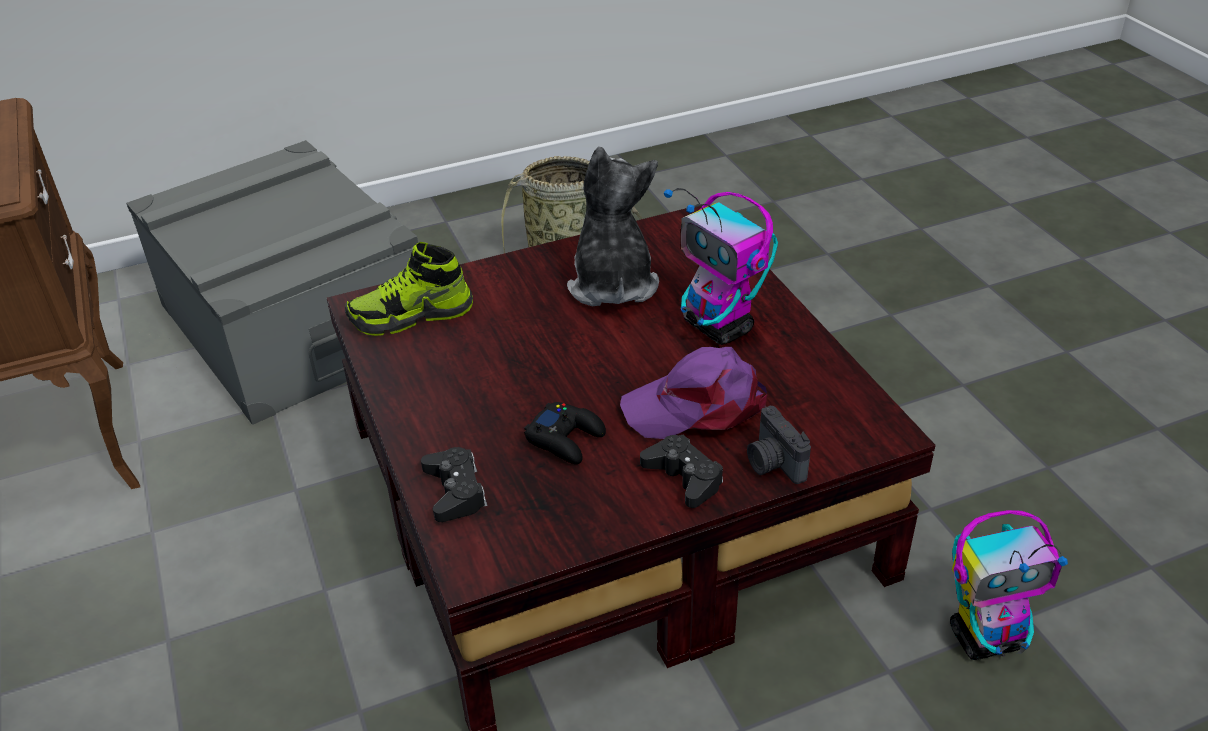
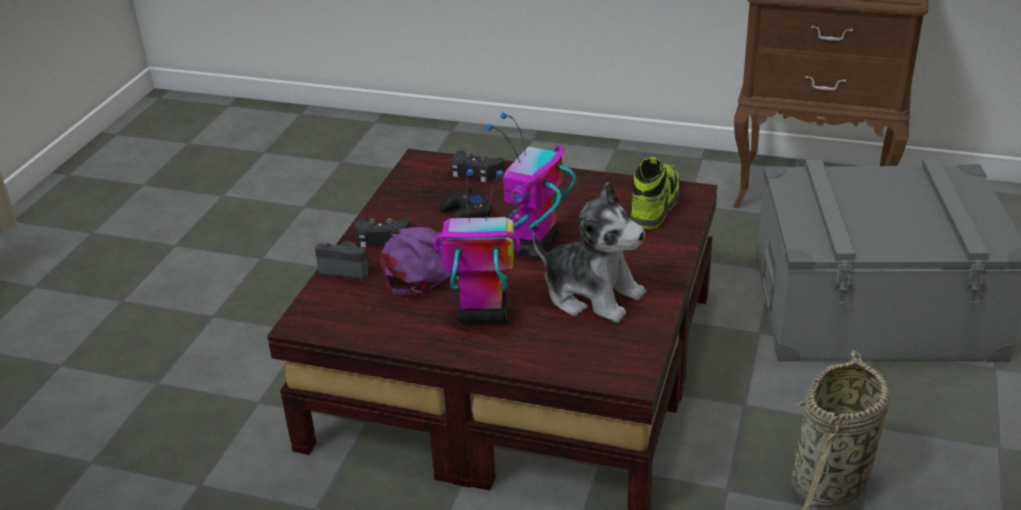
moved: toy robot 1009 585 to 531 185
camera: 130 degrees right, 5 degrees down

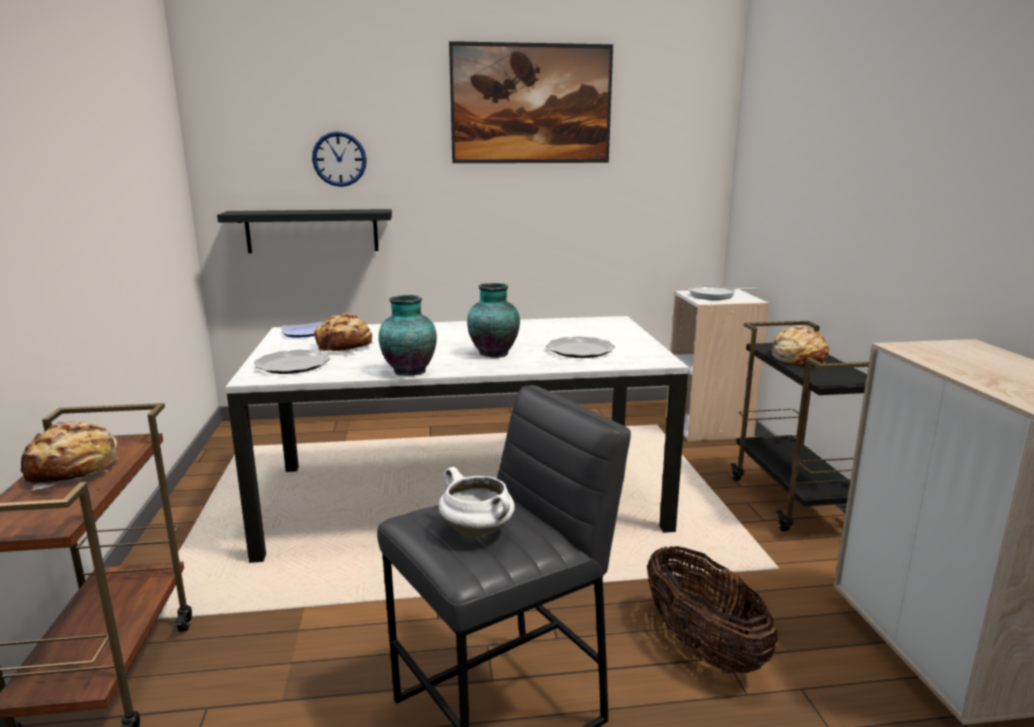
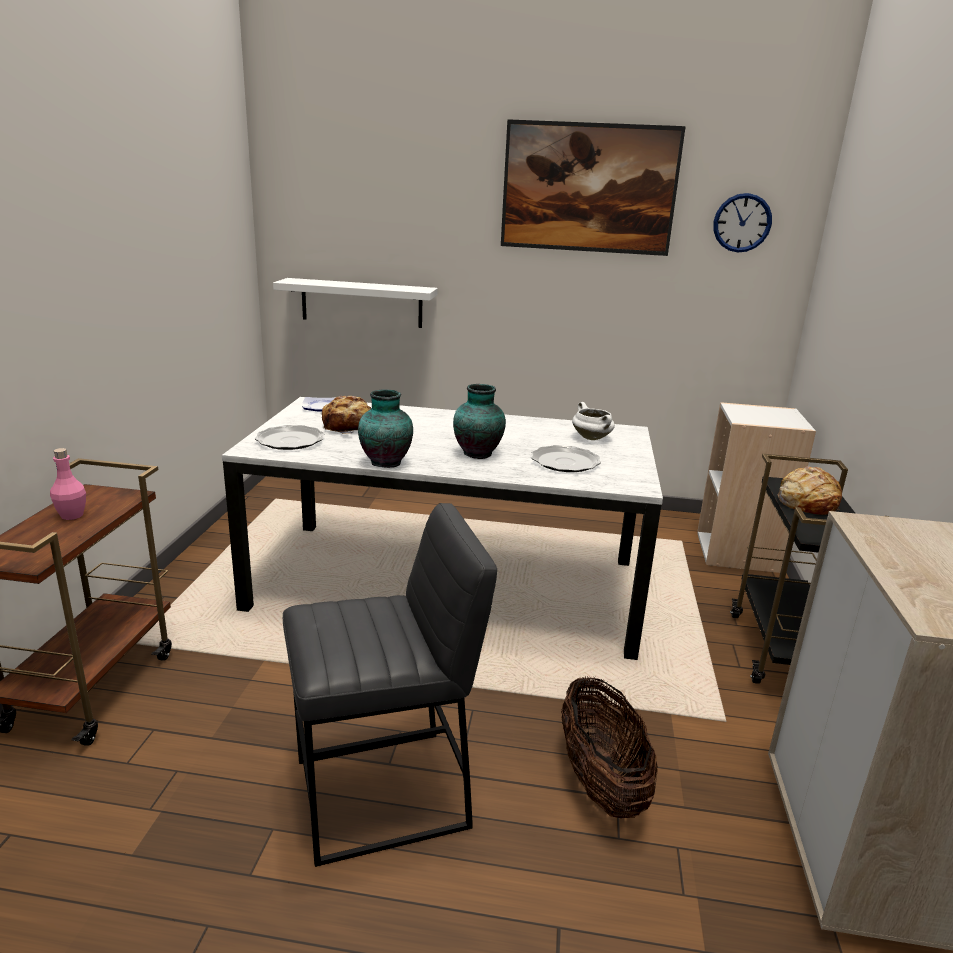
removed: frying pan 723 293
moved: cooking pot (whitish) 477 502 to 593 421; hanging clock 339 159 to 742 222
replaced: baked bread 70 455 to bottle (pink-coloured) 68 484
recoloured: bracket shelf (blackish) 304 231 to bracket shelf (whitish) 355 303
camera: 15 degrees right, 5 degrees up

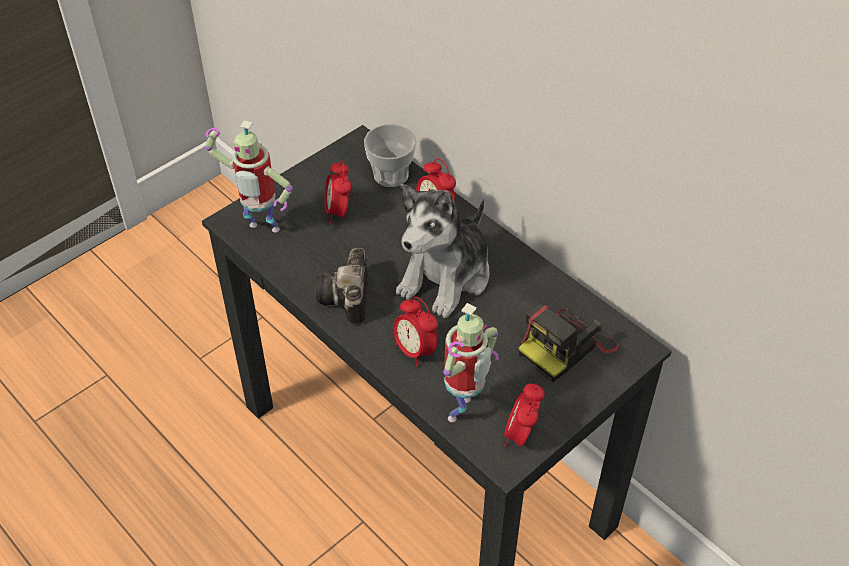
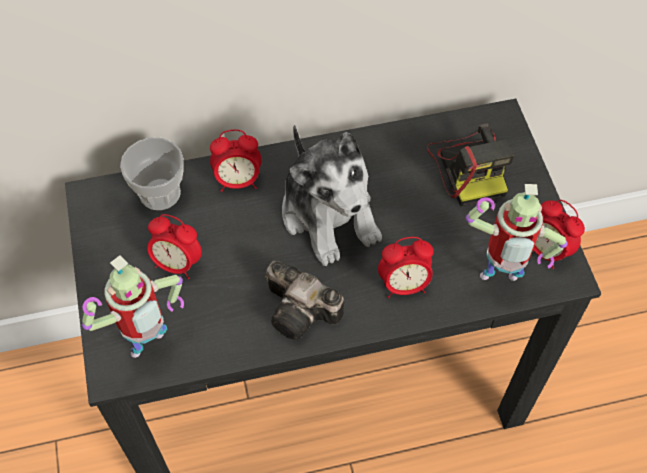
turned: toy robot 471 362 = 516 232 120 degrees clockwise
camera: 60 degrees left, 10 degrees up

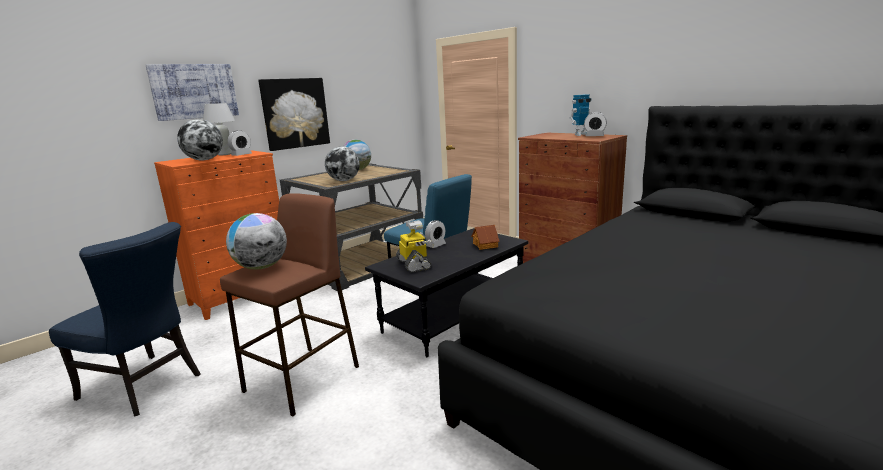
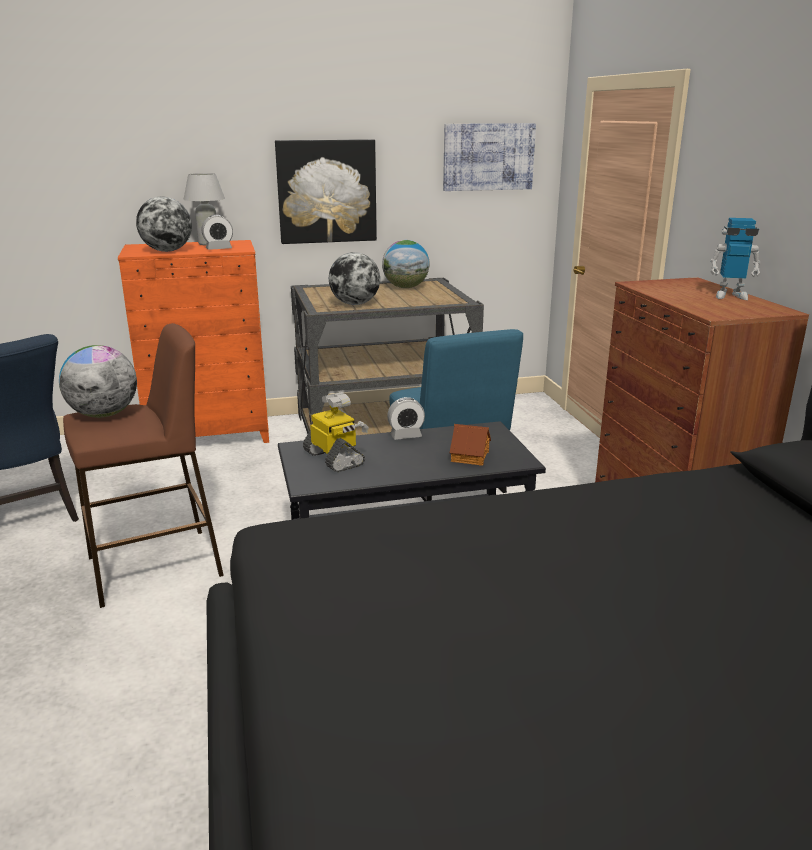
removed: alarm clock 595 124
moved: wall art 192 92 to 489 157
turned: toy robot 415 246 = 336 432 45 degrees counterclockwise
camera: 30 degrees right, 5 degrees up

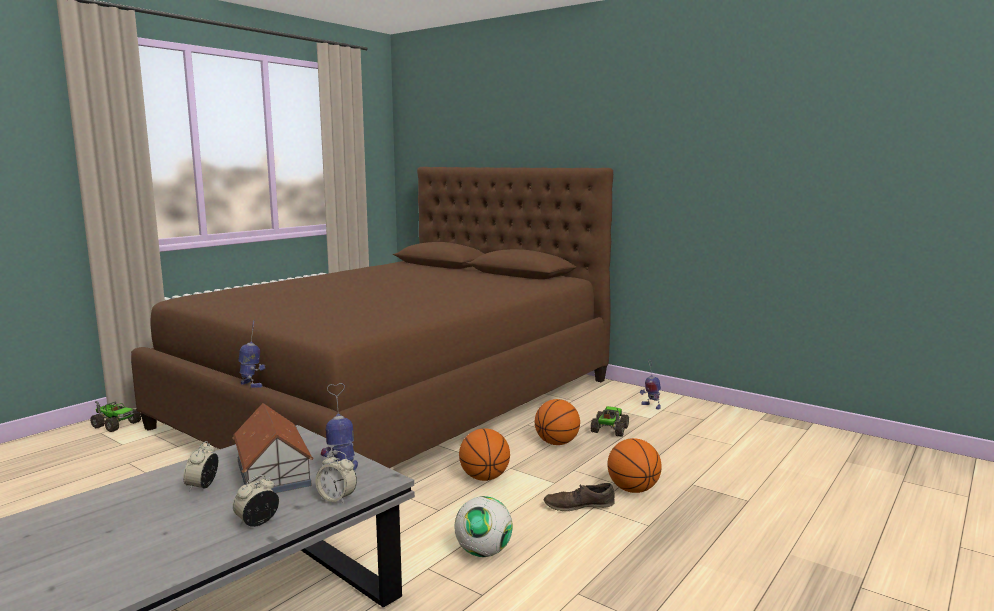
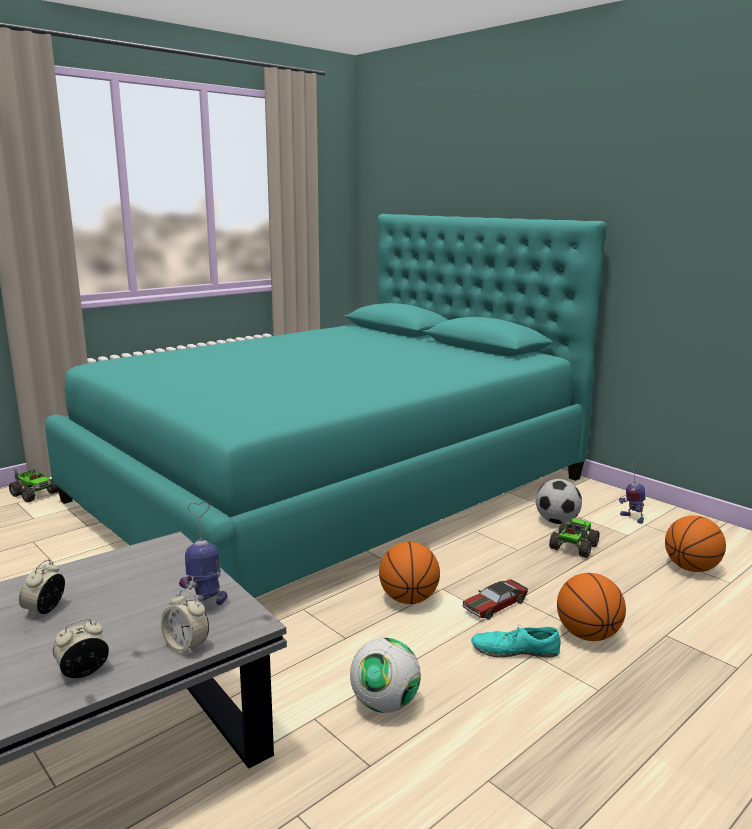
removed: model house 273 448; toy robot 251 354
added: model car 495 599; football ball 559 501
moved: basketball 557 422 to 695 543
recoloured: bed (brown) 372 317 to bed (blue-green) 326 406; item of footwear (brown) 579 497 to item of footwear (blue-green) 516 641
camera: 10 degrees right, 5 degrees up

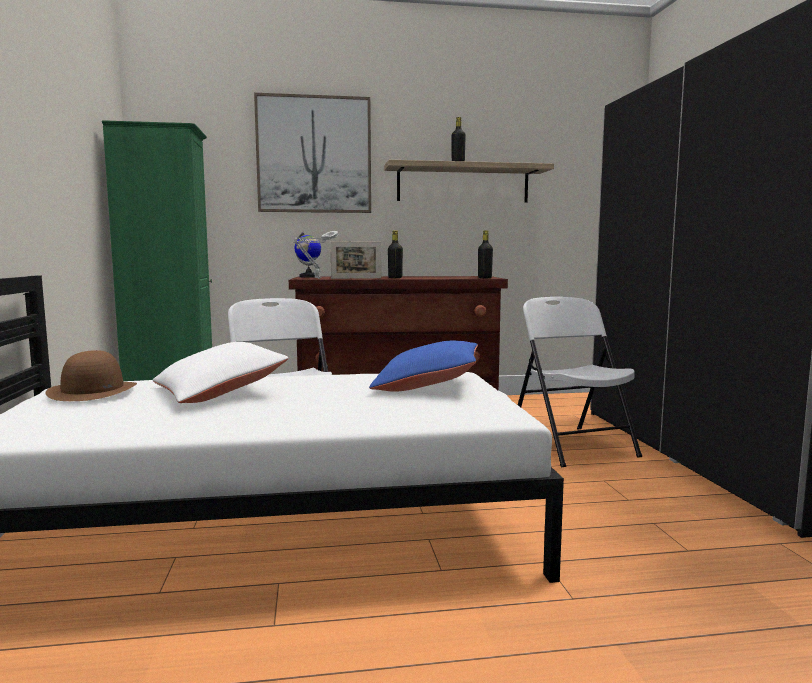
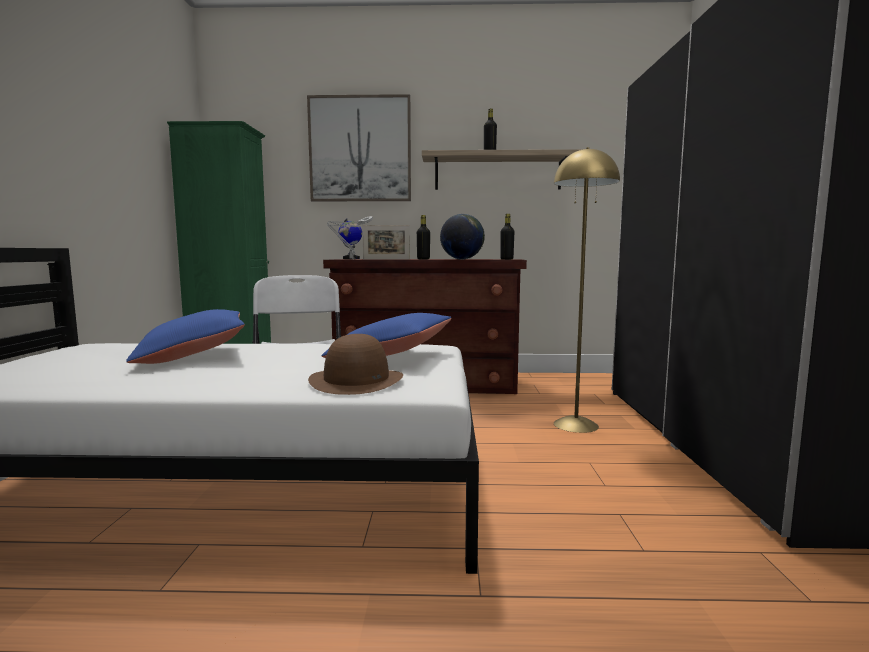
added: desk globe 462 237
moved: clothing hat (brown) 91 375 to 355 364
replaced: chair (whitish) 580 382 to standing lamp (yellow) 587 290
recoloured: pillow (whitish) 221 372 to pillow (blue-coloured) 185 336
camera: 10 degrees right, 0 degrees up

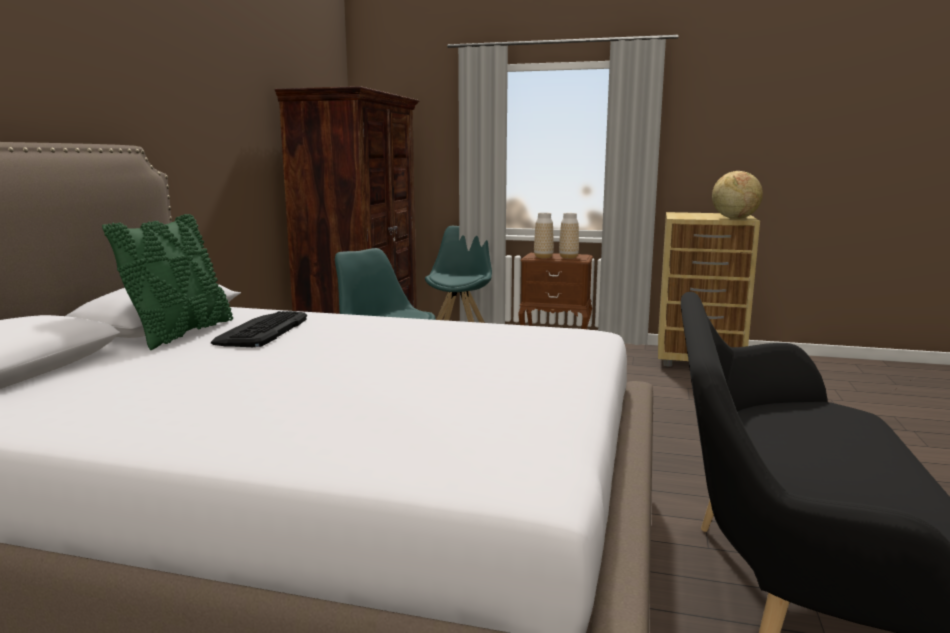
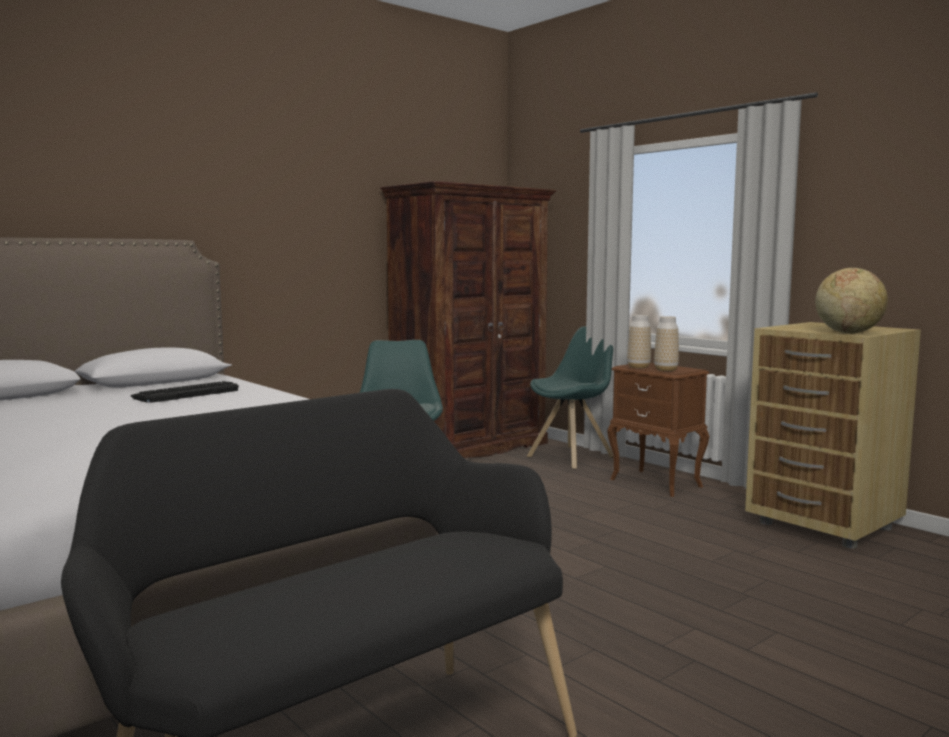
removed: pillow (green) 167 282
camera: 35 degrees right, 5 degrees down

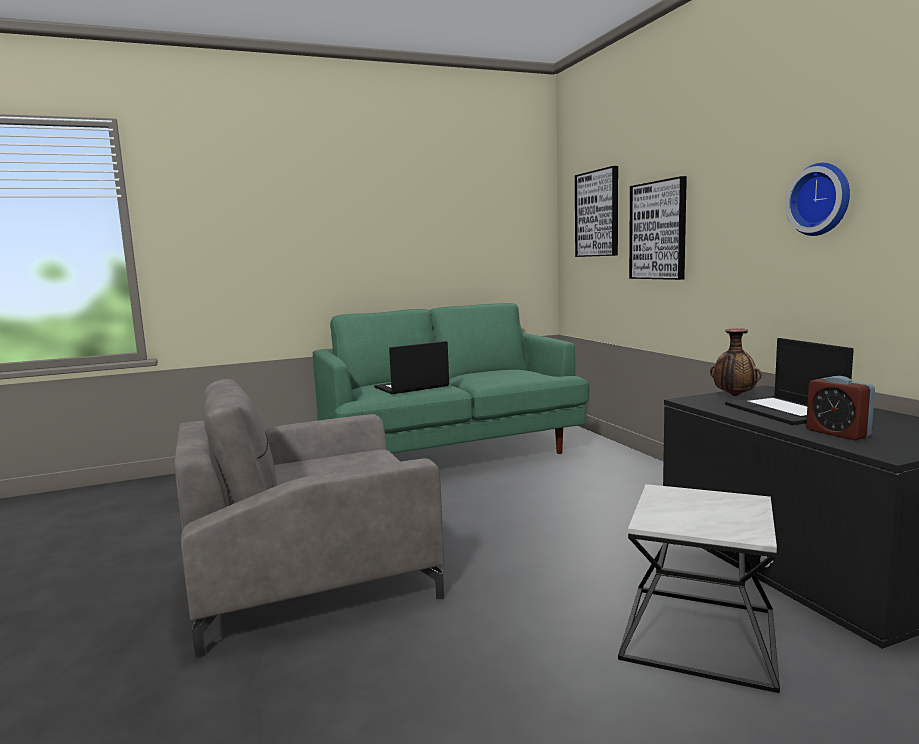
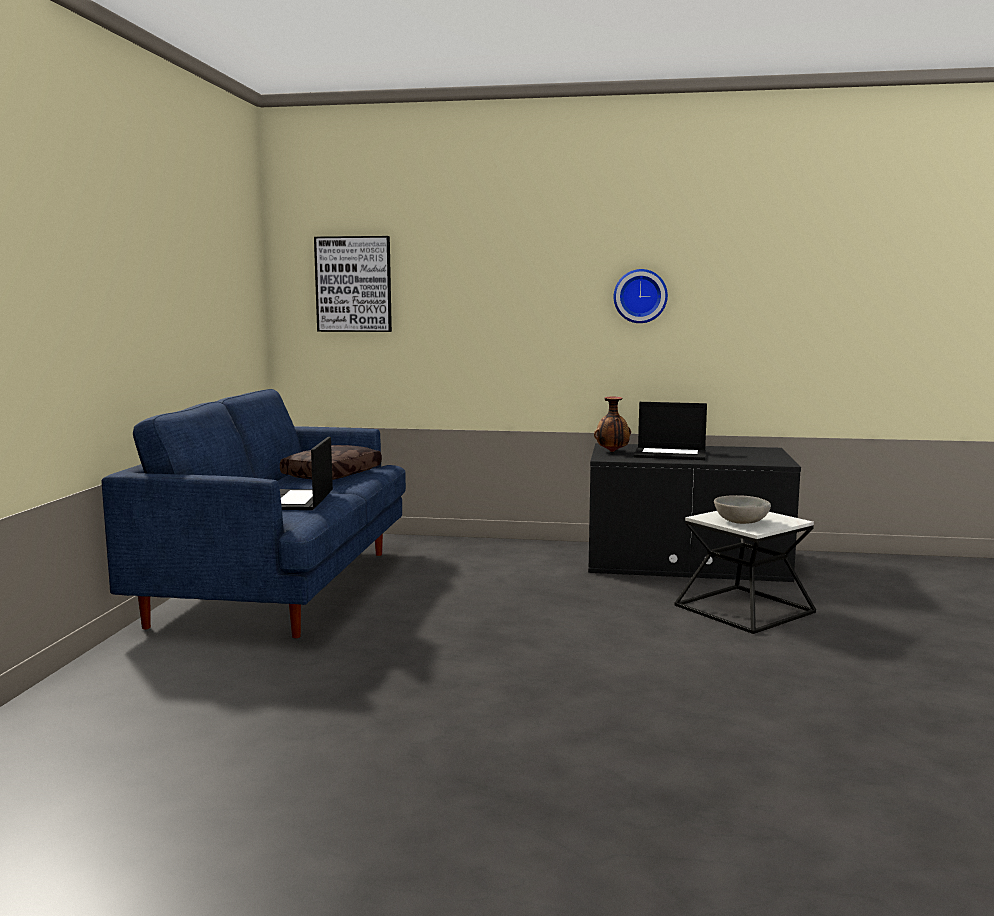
removed: easy chair (gray) 309 518; wall art 658 228; alarm clock 840 408
added: pillow (brown) 331 462; serving bowl (gray) 742 509
recoloured: couch (green) 451 378 to couch (blue-coloured) 254 513
camera: 60 degrees left, 0 degrees up

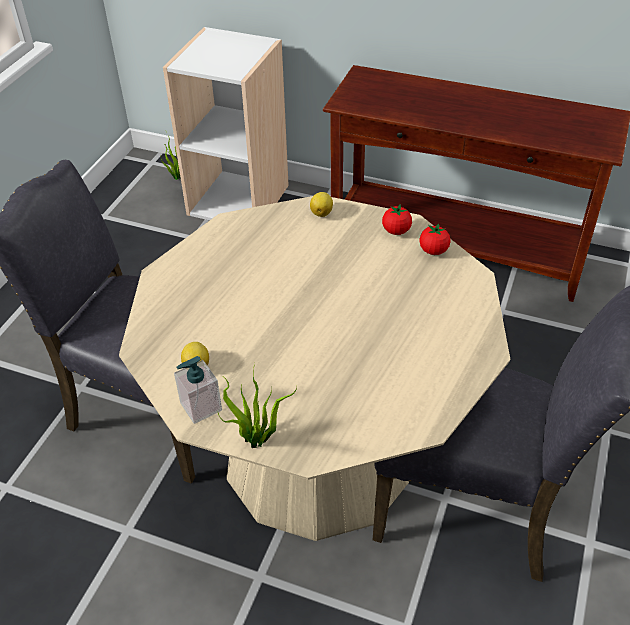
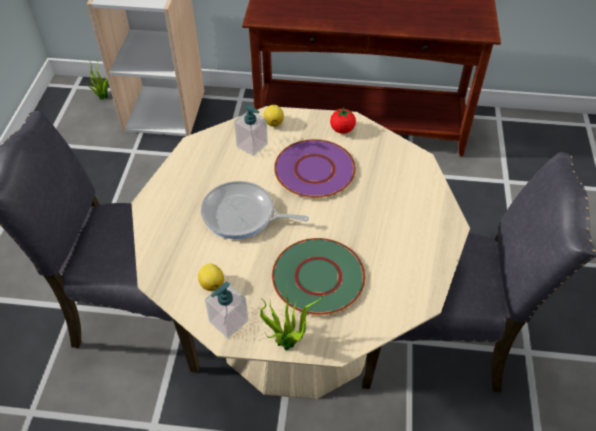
removed: whole tomato 435 239
added: frying pan 255 210; soap dispenser 251 130; dinner plate (green) 318 276; dinner plate (purple) 315 168
camera: 15 degrees left, 5 degrees up

